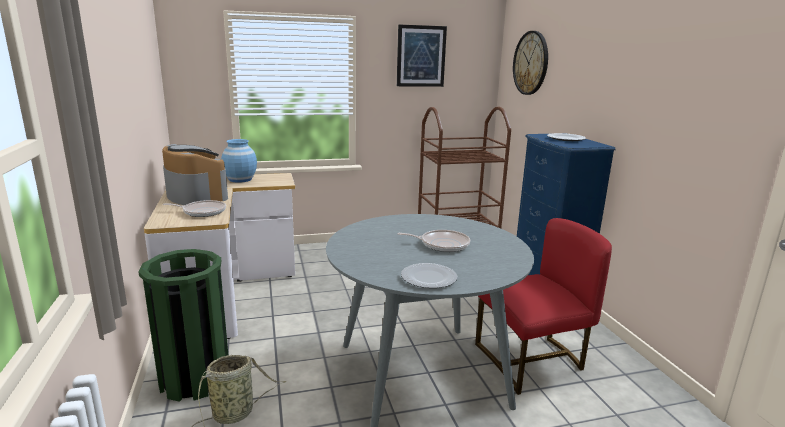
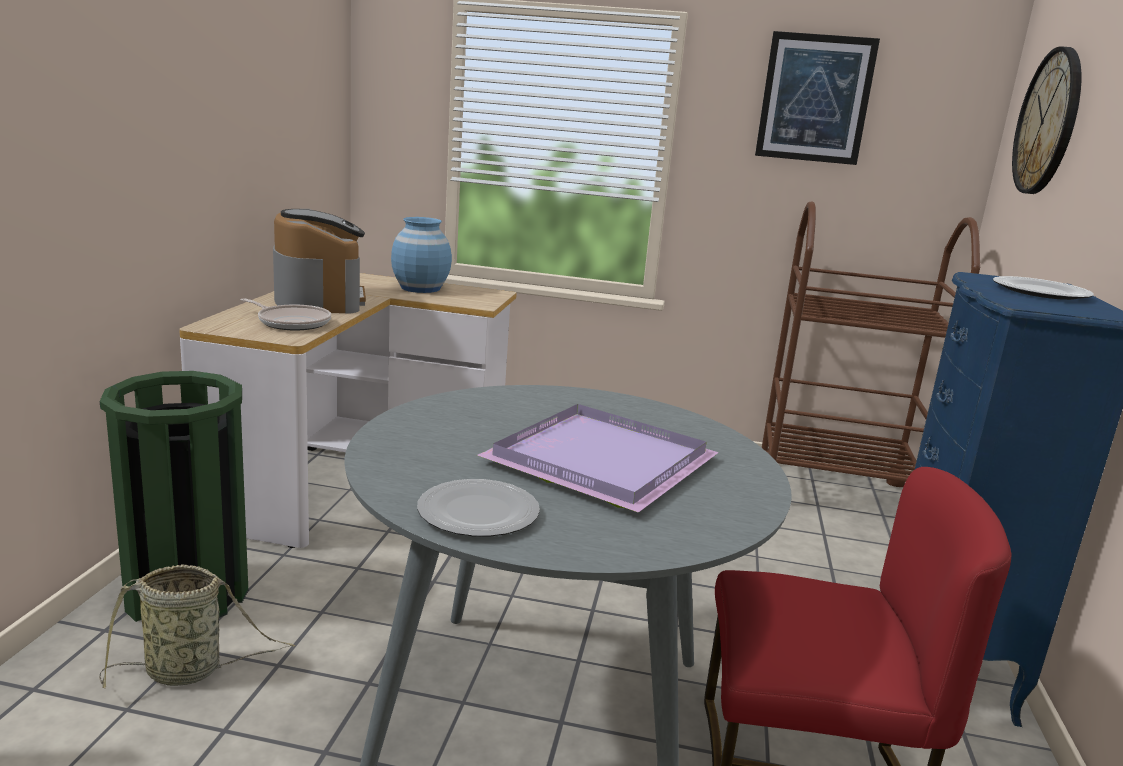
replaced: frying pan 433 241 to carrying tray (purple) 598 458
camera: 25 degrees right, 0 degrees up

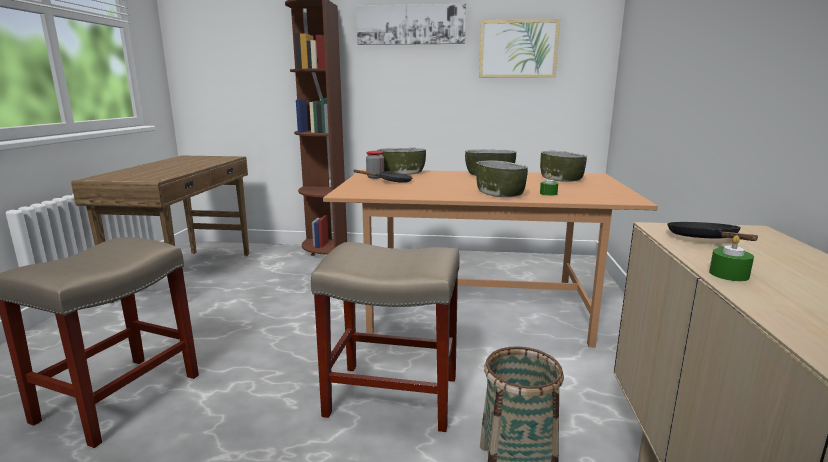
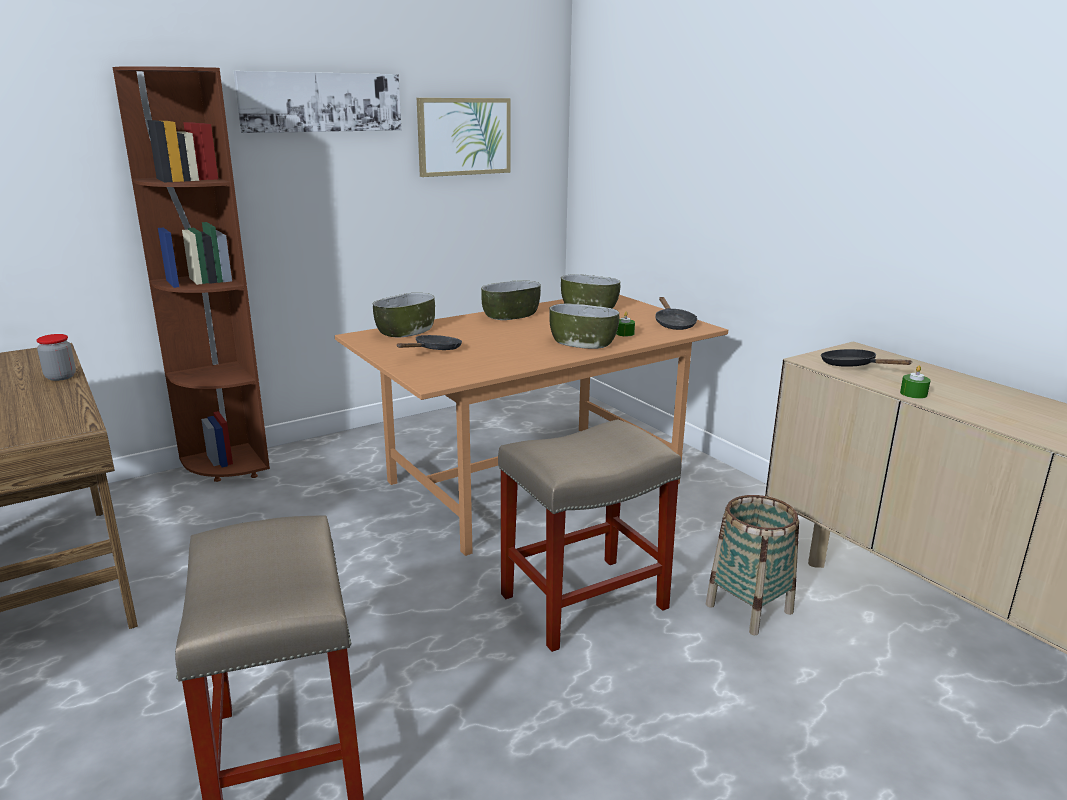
added: frying pan (blackish) 676 313
moved: storage jar 375 165 to 56 357
camera: 40 degrees left, 5 degrees up

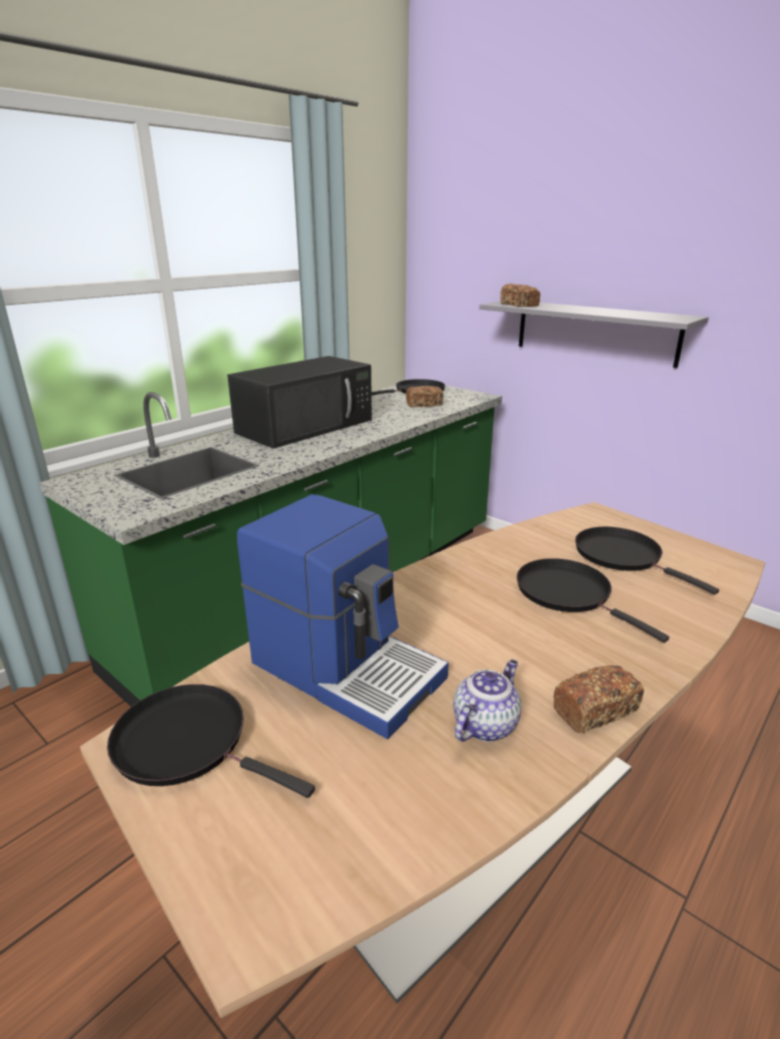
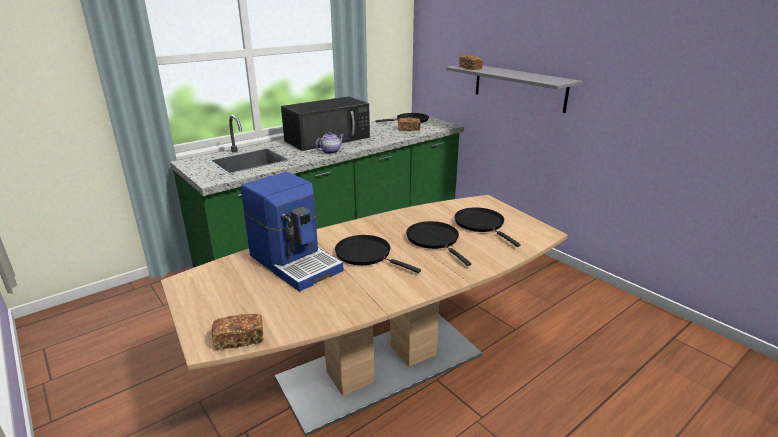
moved: baked bread 598 699 to 237 332; pot for tea 487 700 to 329 143; frying pan (blackish) 211 741 to 378 254
camera: 10 degrees right, 0 degrees up

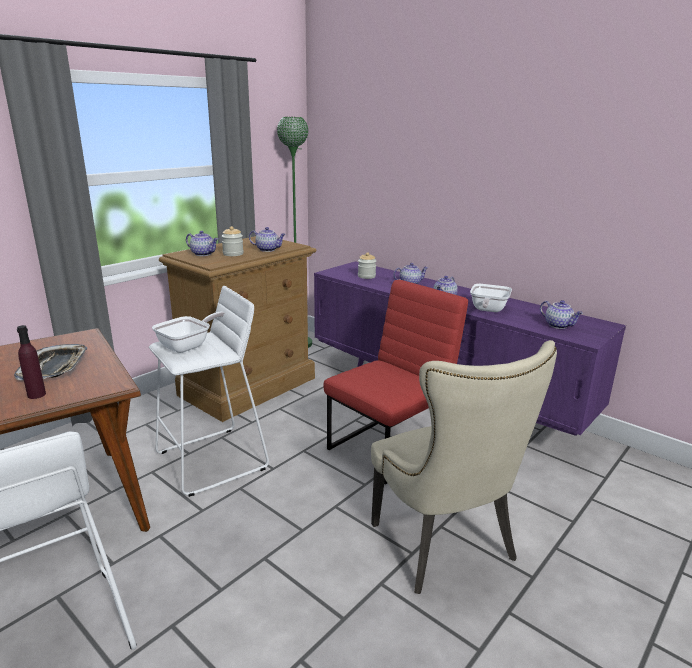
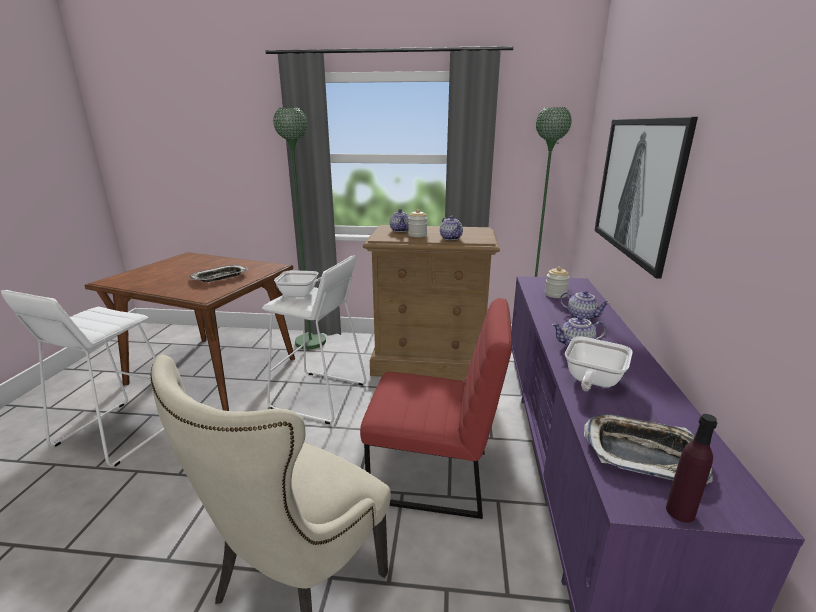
added: standing lamp (green) 299 228; wall art 646 198
moved: bottle (purple) 31 362 to 691 468
replaced: pot for tea 561 314 to carrying tray 648 449
turned: frying pan 491 298 = 599 364 45 degrees counterclockwise
camera: 55 degrees right, 0 degrees up

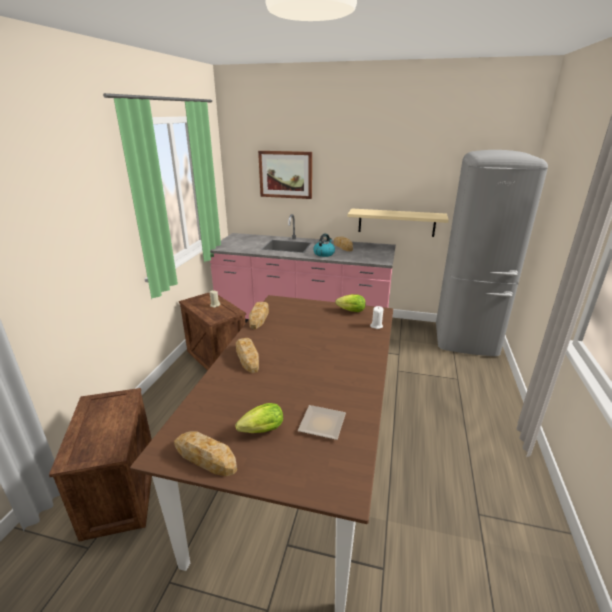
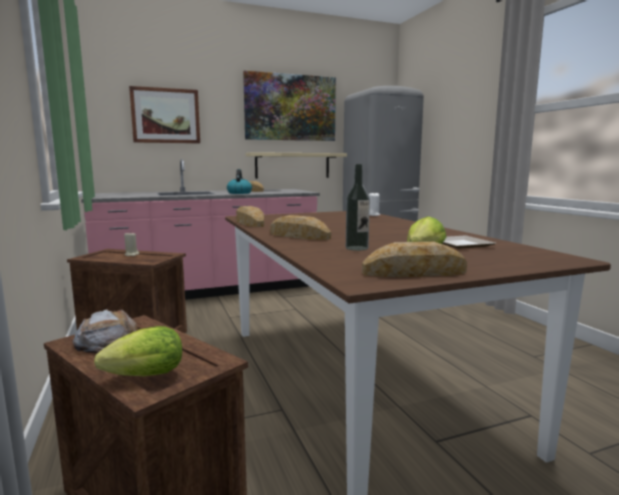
added: baked bread 105 331; wall art 289 105; bottle 358 207
moved: lettuce 350 303 to 138 351
camera: 35 degrees left, 15 degrees down

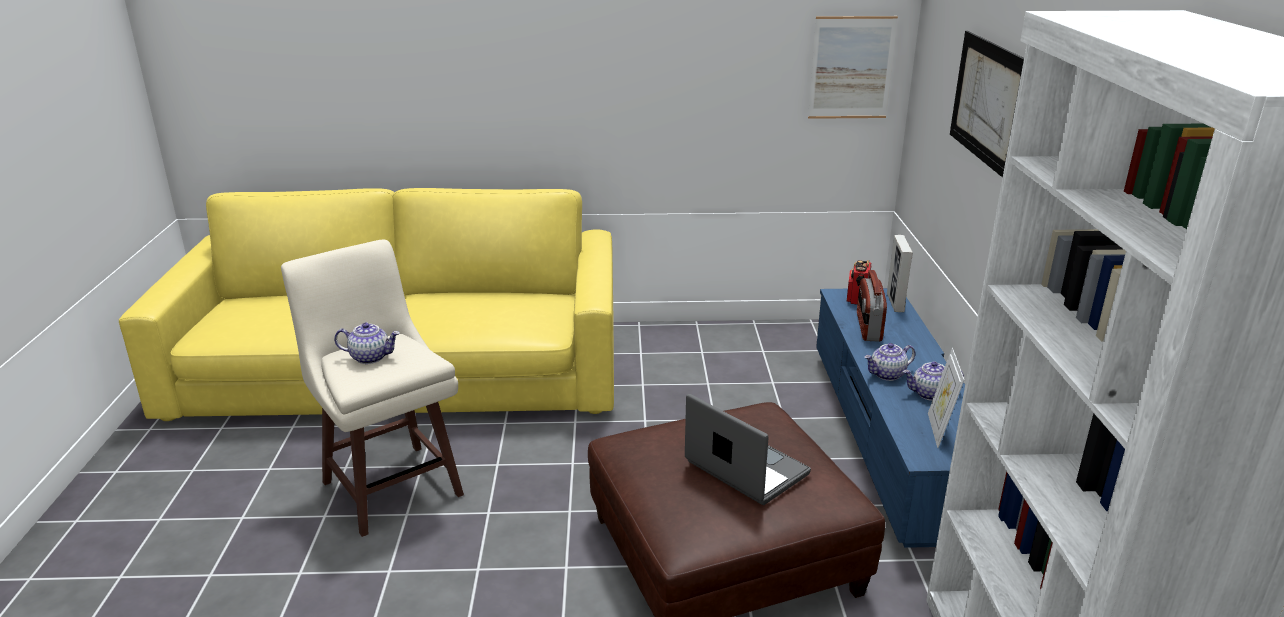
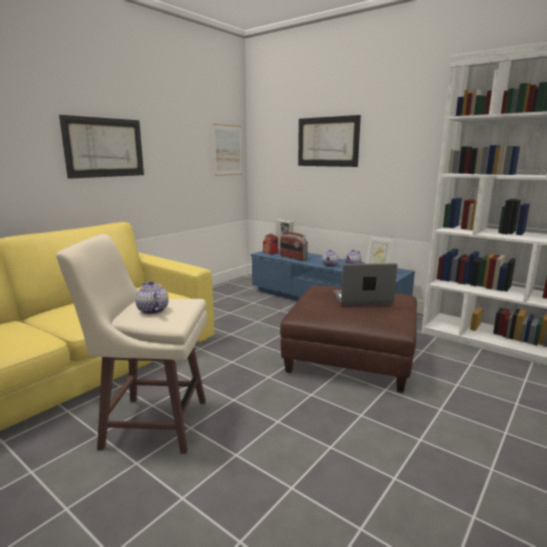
added: wall art 101 147
turned: pot for tea 367 343 = 152 298 75 degrees counterclockwise
camera: 50 degrees left, 10 degrees down

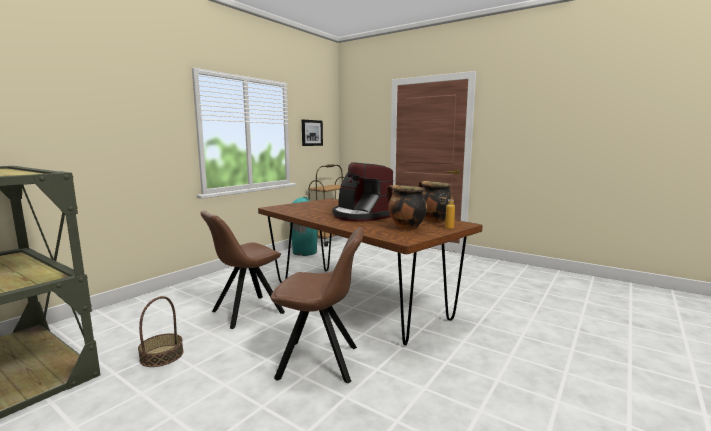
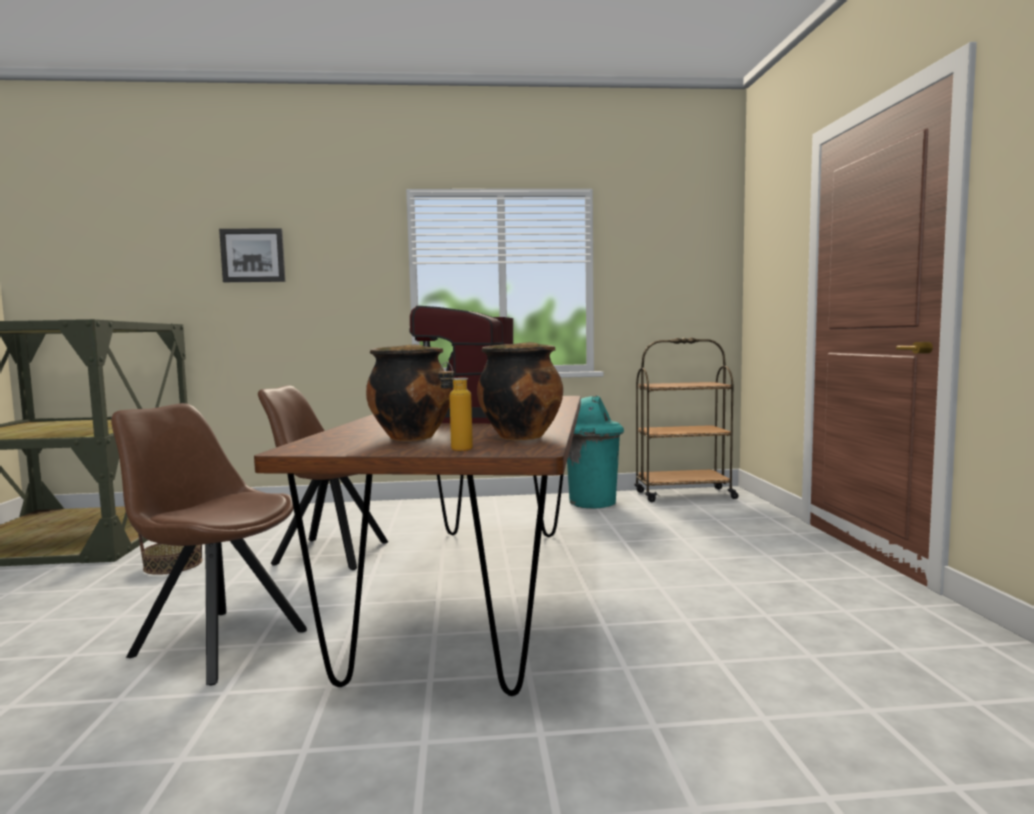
moved: wall art 312 133 to 252 255
turned: chair (brown) 317 305 = 209 544 150 degrees clockwise
camera: 50 degrees right, 5 degrees down

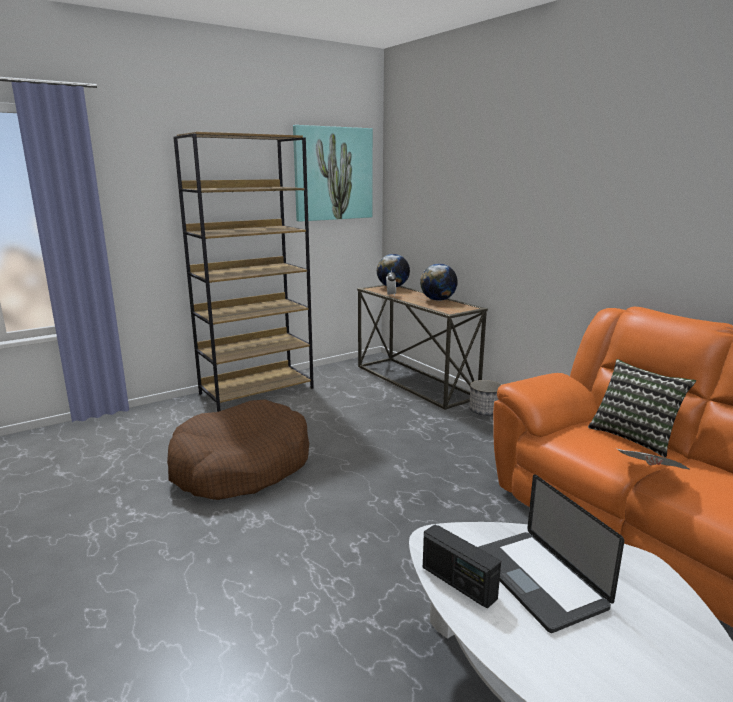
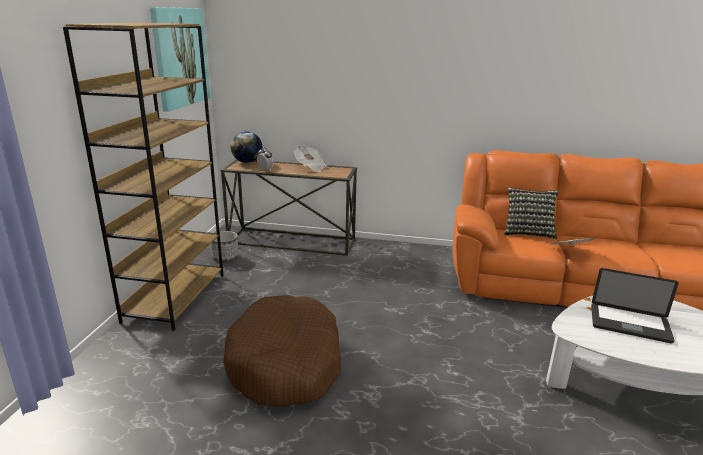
removed: radio set 462 566
moved: plant pot 486 398 to 224 246
replaced: desk globe 439 282 to daily paper 310 159
camera: 45 degrees left, 5 degrees up

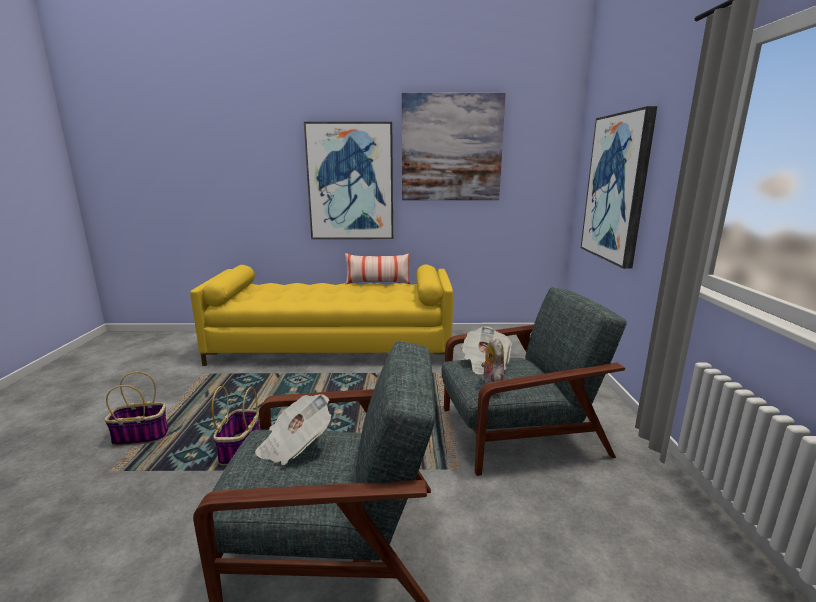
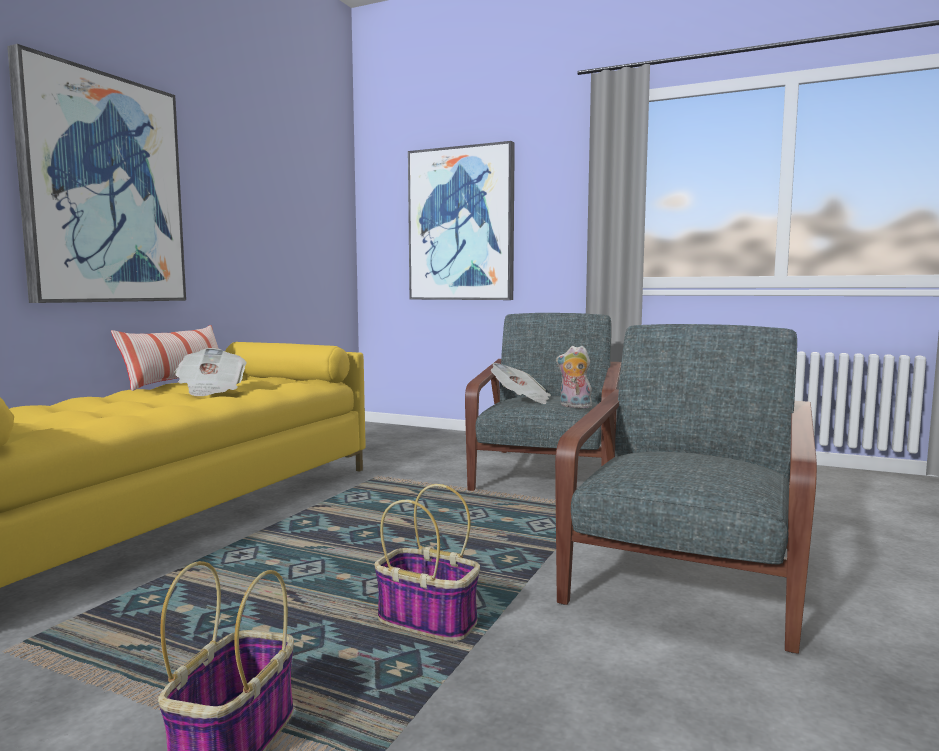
removed: wall art 454 146
moved: daily paper 293 429 to 210 372
camera: 65 degrees left, 10 degrees down

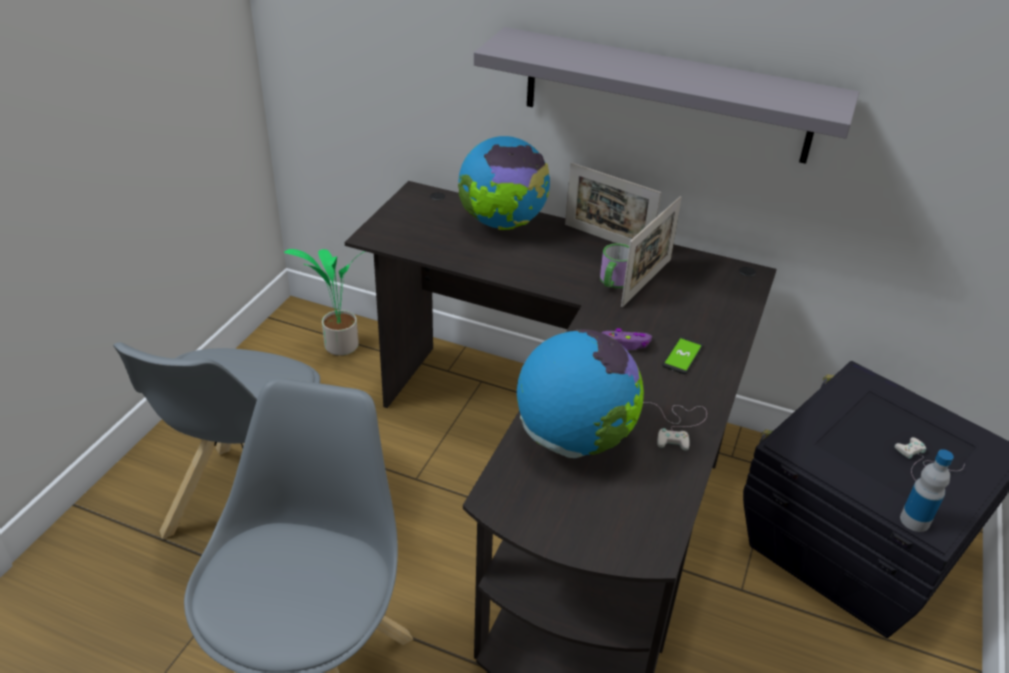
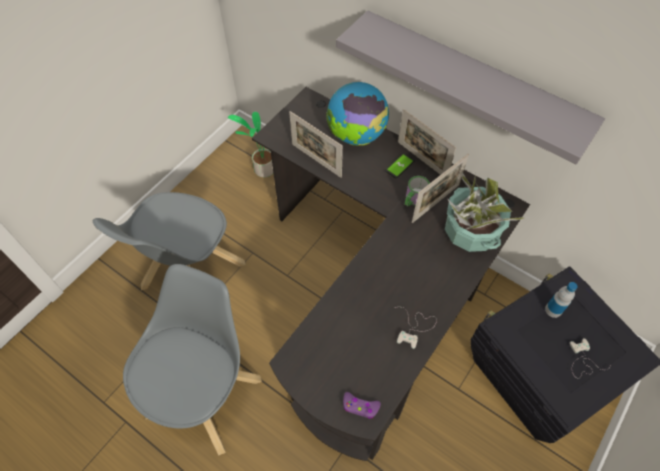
removed: desk globe 580 393
added: photo frame 316 144; houseplant 486 212
moved: joypad (purple) 627 339 to 362 405; phone 682 355 to 400 165; bottle 927 490 to 561 300
camera: 15 degrees right, 20 degrees up

